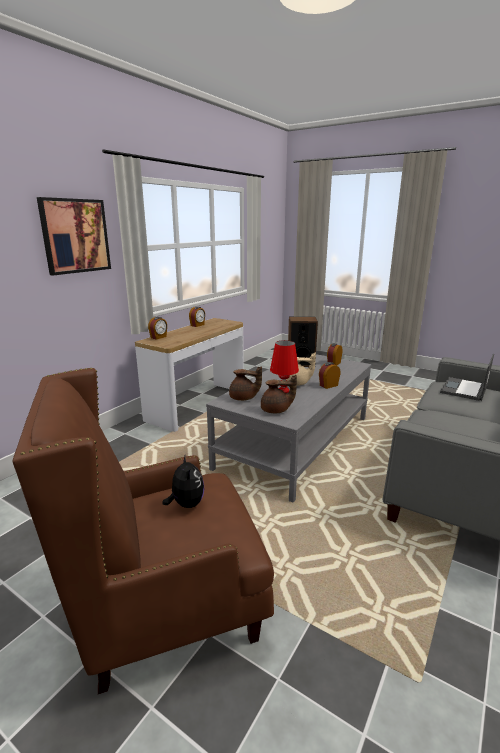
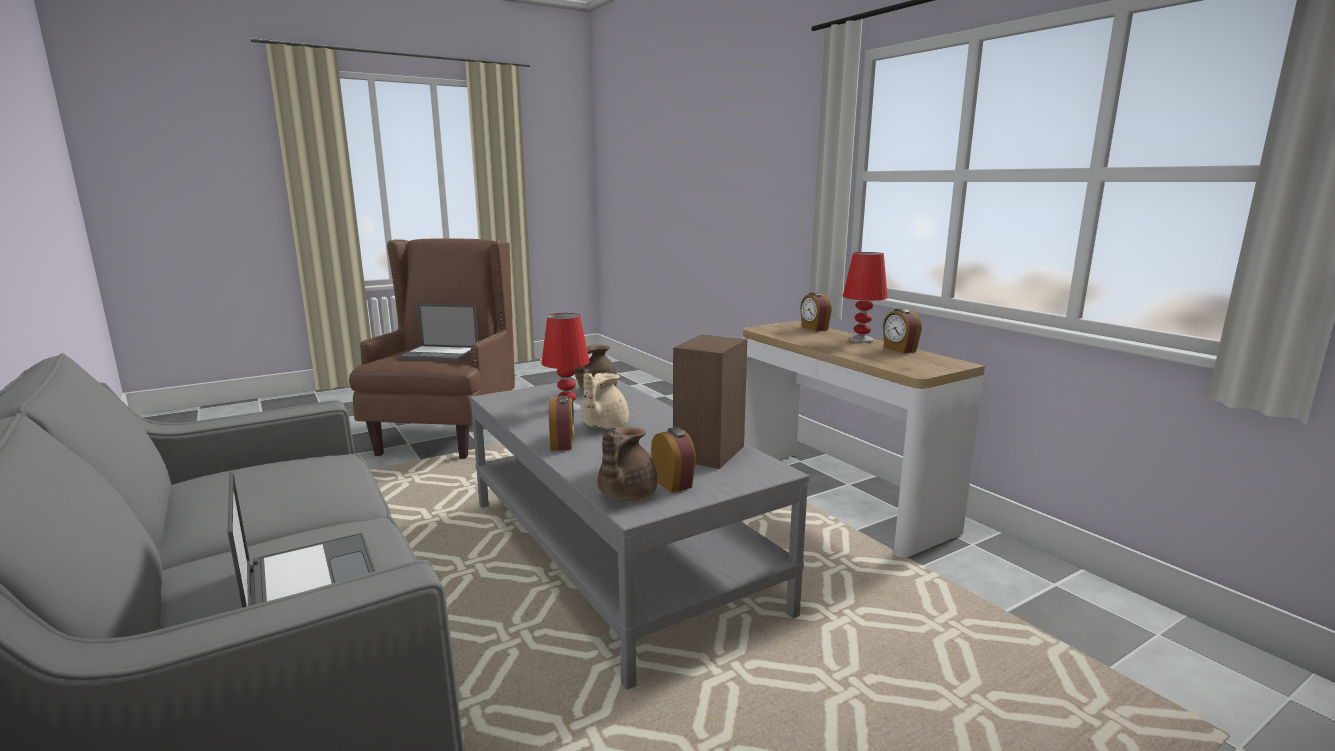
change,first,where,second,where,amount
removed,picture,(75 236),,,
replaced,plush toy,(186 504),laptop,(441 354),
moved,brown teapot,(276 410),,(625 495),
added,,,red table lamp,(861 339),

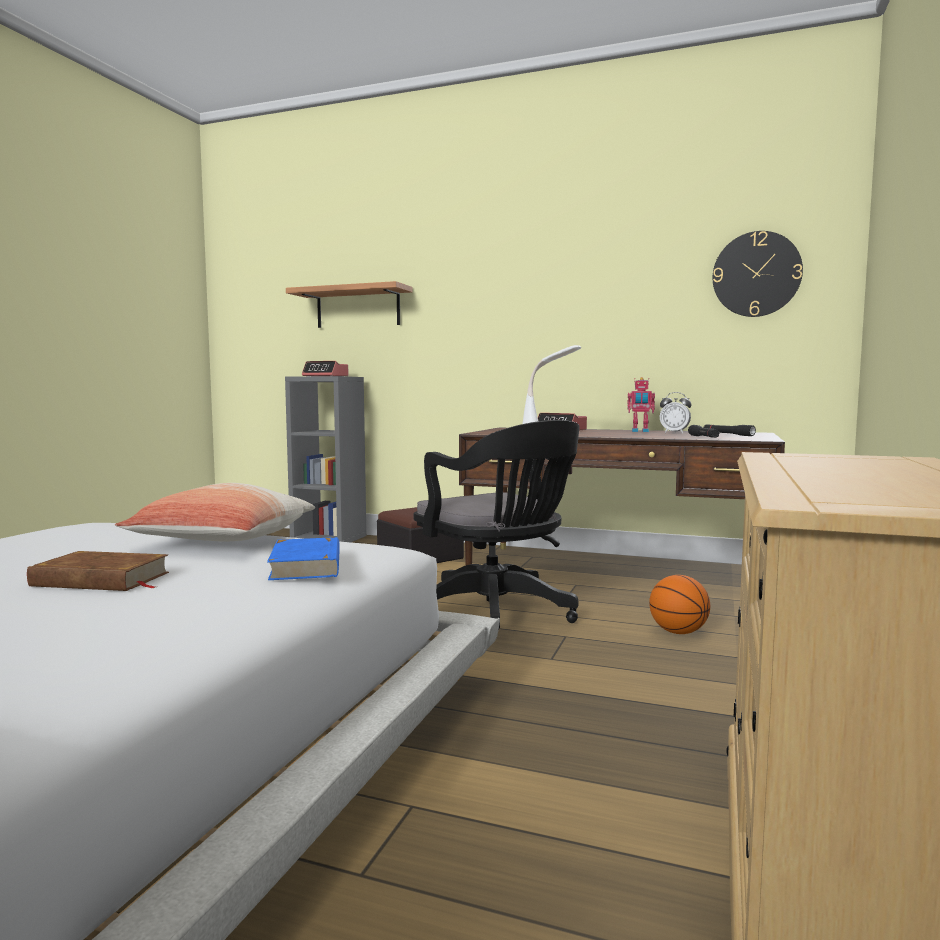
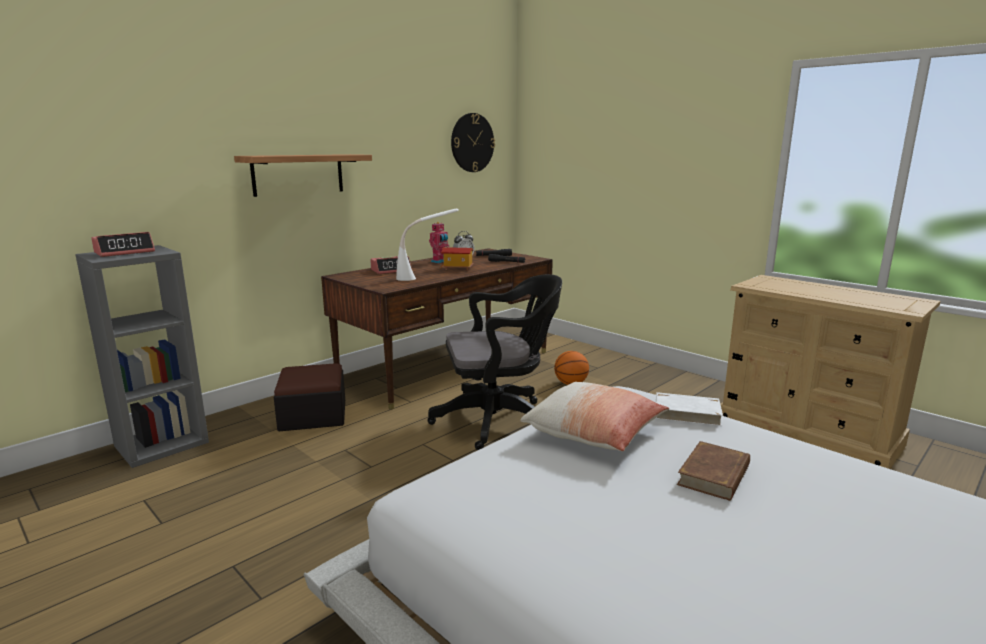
change,first,where,second,where,amount
recoloured,blue book,(307 565),white book,(686 413),
moved,shelf,(358 308),,(298 174),
added,,,toy house,(457 268),

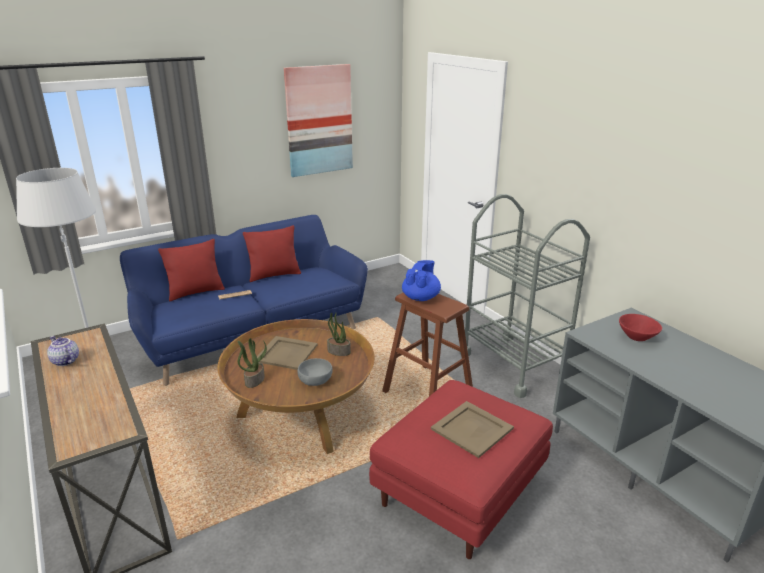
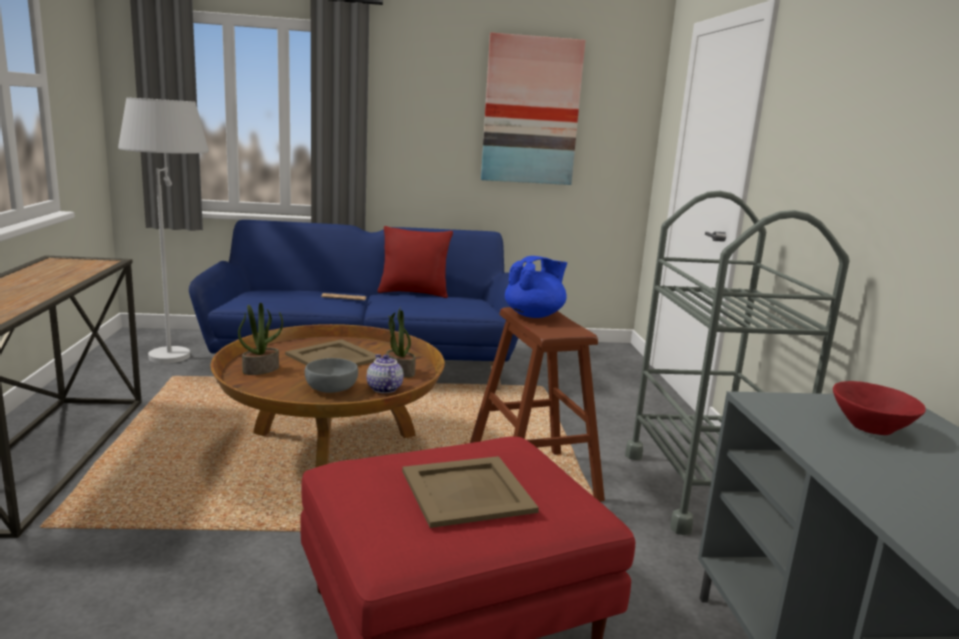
change,first,where,second,where,amount
moved,teapot,(64 361),,(383 389),
removed,red pillow,(196 292),,,

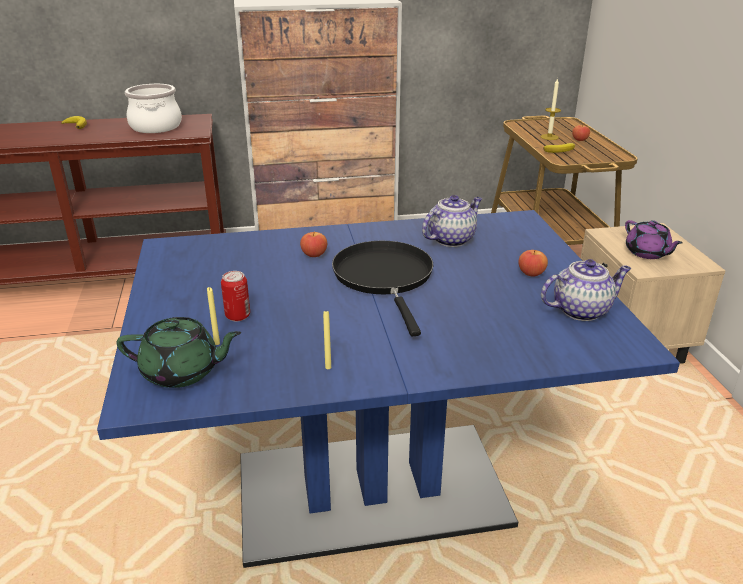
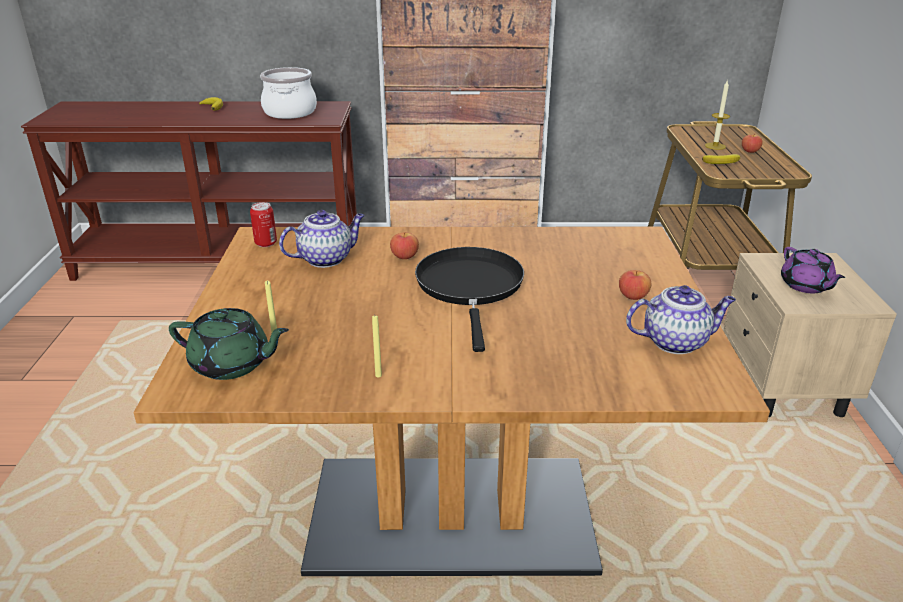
change,first,where,second,where,amount
recoloured,blue dining table,(371 492),brown dining table,(451 516),
moved,can,(238 316),,(266 243),
moved,teapot,(451 239),,(326 259),

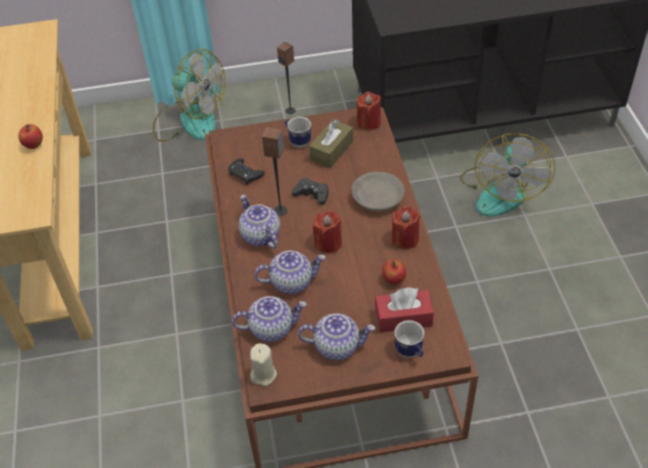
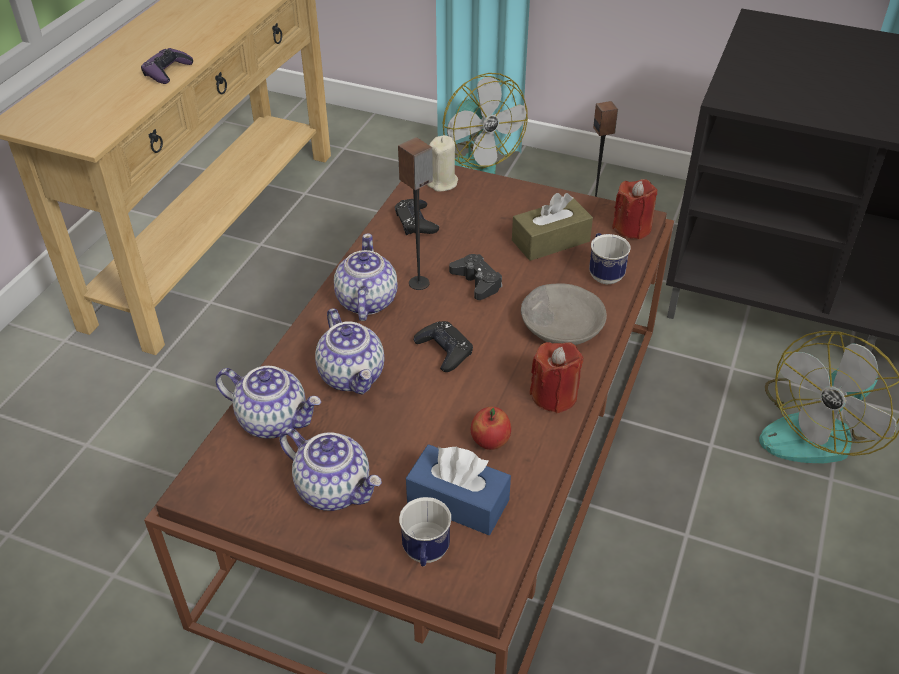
change,first,where,second,where,amount
replaced,apple,(34 145),purple game controller,(167 71),
moved,beige candle,(263 374),,(442 183),
turned,teapot,(292 281),,(353 375),45 degrees clockwise
moved,mug,(297 141),,(603 273),
replaced,red candle,(328 243),black game controller,(444 350),
recoloured,red tissue box,(403 318),blue tissue box,(458 501),

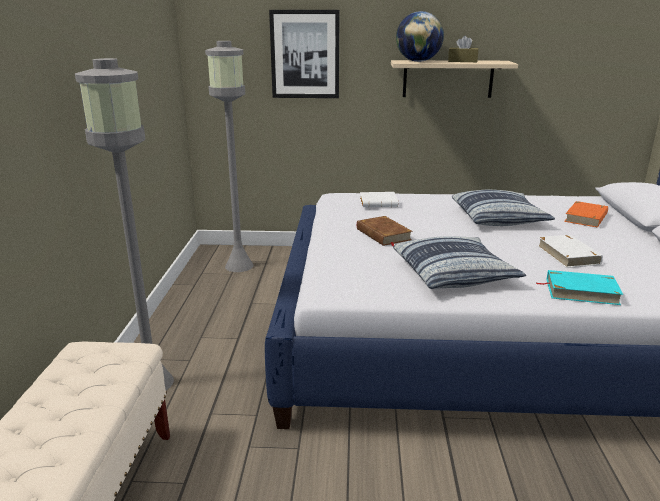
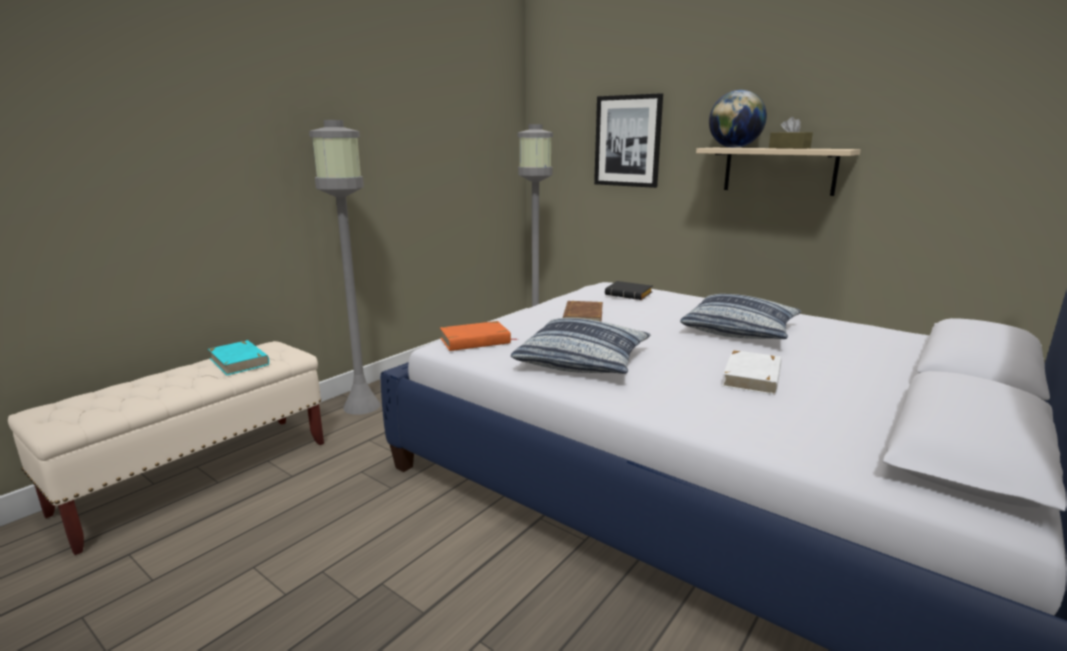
change,first,where,second,where,amount
recoloured,white book,(379 203),black book,(630 295),
moved,turquoise book,(581 291),,(239 361),
moved,orange book,(586 218),,(475 341),

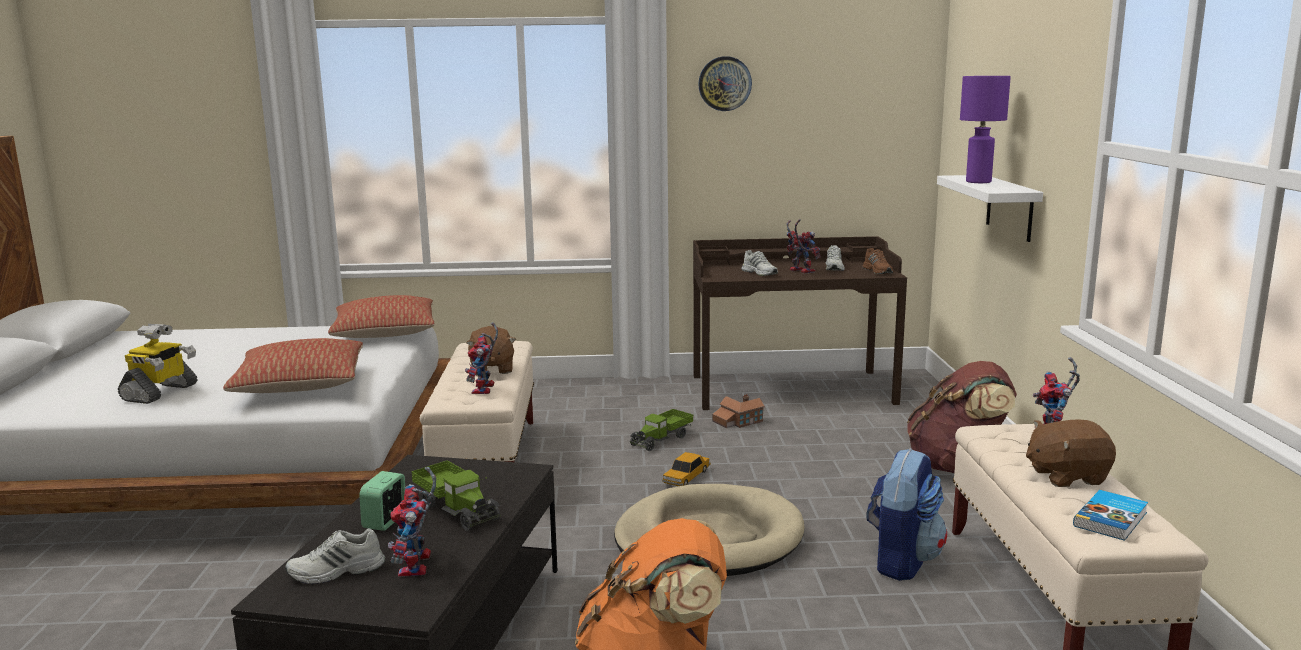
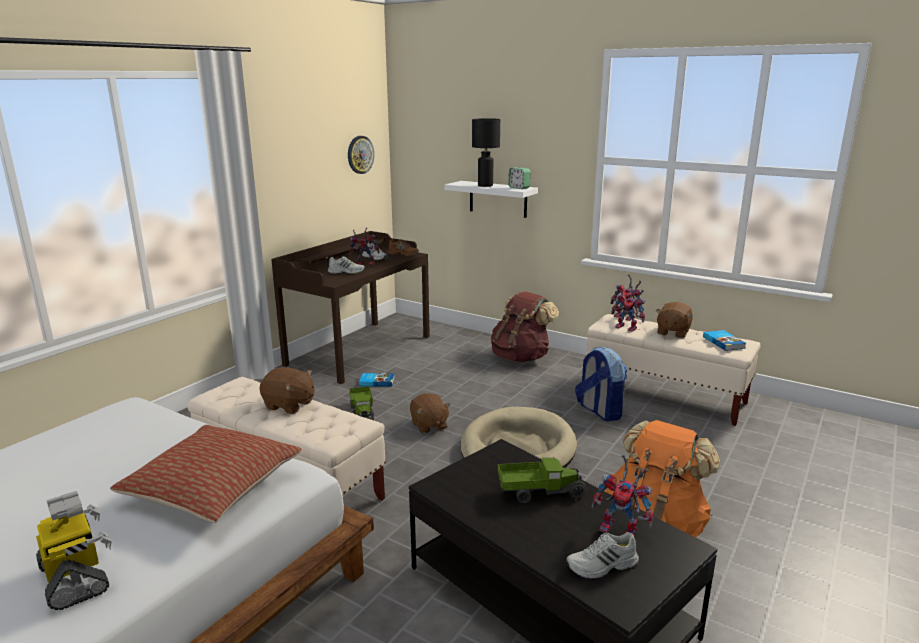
change,first,where,second,where,amount
turned,white shoe,(336 572),,(602 566),60 degrees clockwise
removed,pillow,(384 333),,,
moved,alarm clock,(385 521),,(519 188),
moved,toy robot,(485 390),,(628 328),
replaced,toy car,(686 477),brown plush toy,(429 425),
moved,wall clock,(724 83),,(360 154),
replaced,toy house,(737 421),book,(377 381),
recoloured,purple table lamp,(977 182),black table lamp,(485 185),

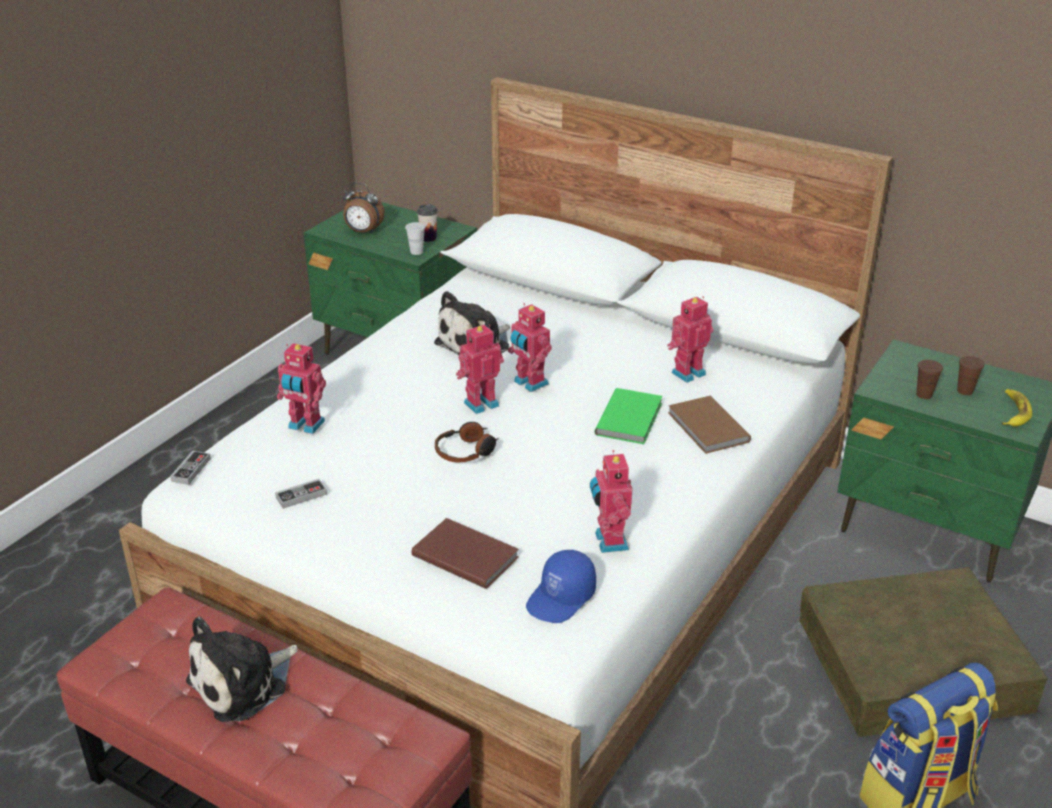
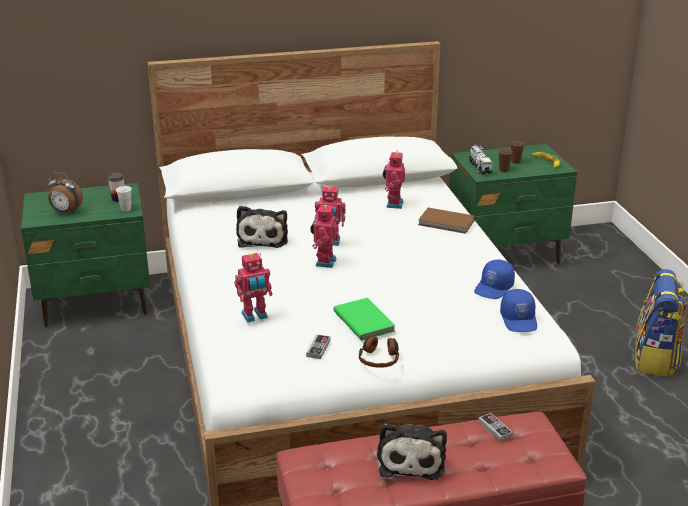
change,first,where,second,where,amount
moved,game controller,(191 470),,(495 429),
turned,alarm clock,(363 232),,(66 212),45 degrees clockwise
removed,brown book,(465 555),,,
moved,headphones,(466 451),,(379 358),
replaced,toy robot,(609 541),blue cap,(494 288),
moved,green book,(631 418),,(365 320),
removed,brown storage box,(913 664),,,
added,,,toy truck,(479 167),

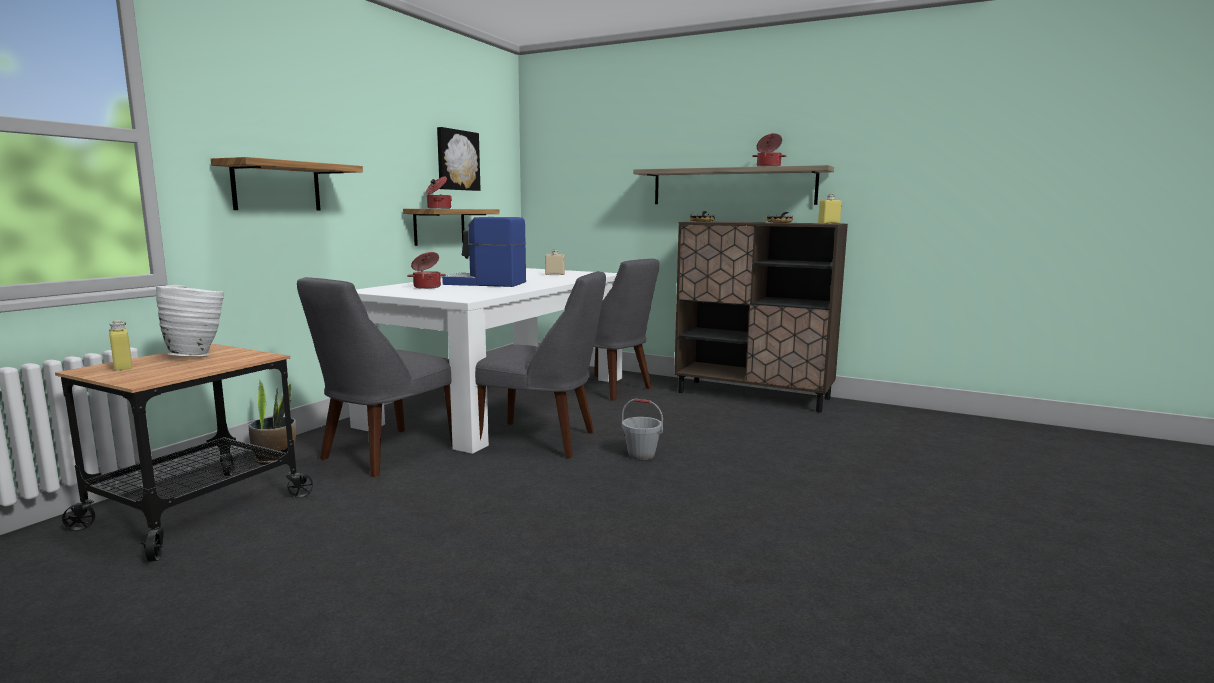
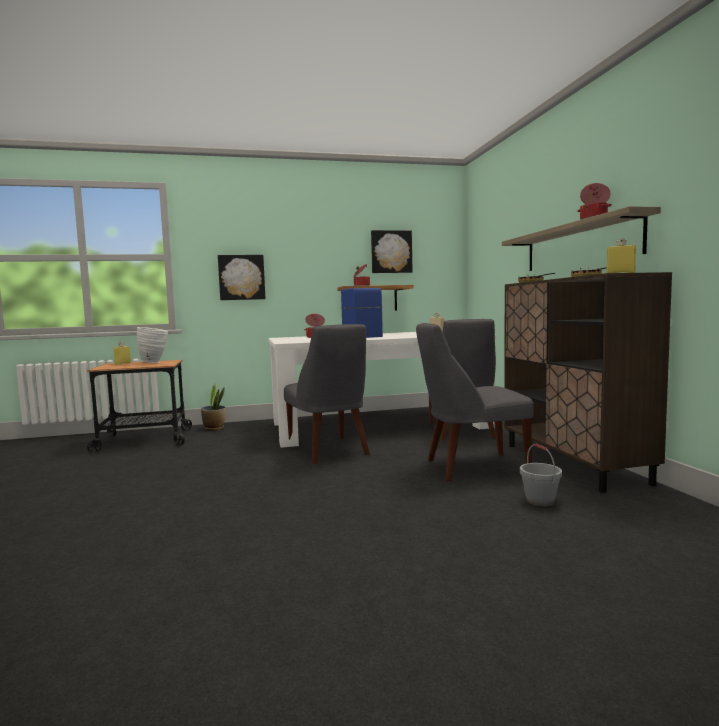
change,first,where,second,where,amount
replaced,shelf,(277 186),picture,(241 277),
moved,grey chair,(384 454),,(471 467),
moved,grey bucket,(641 455),,(540 501),

